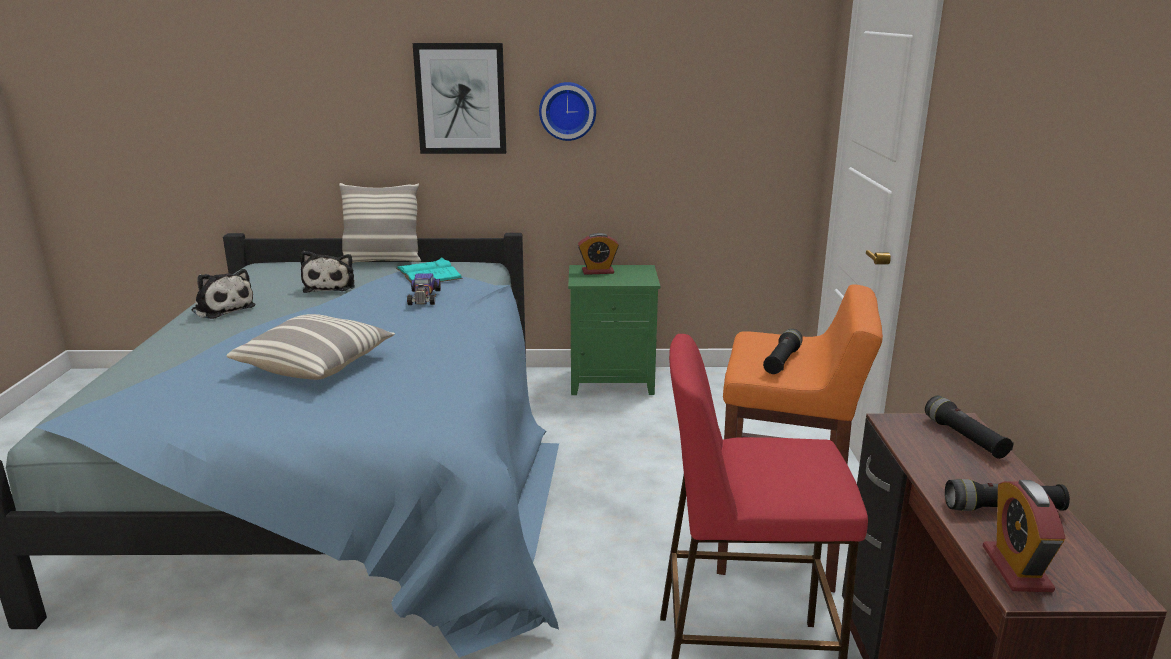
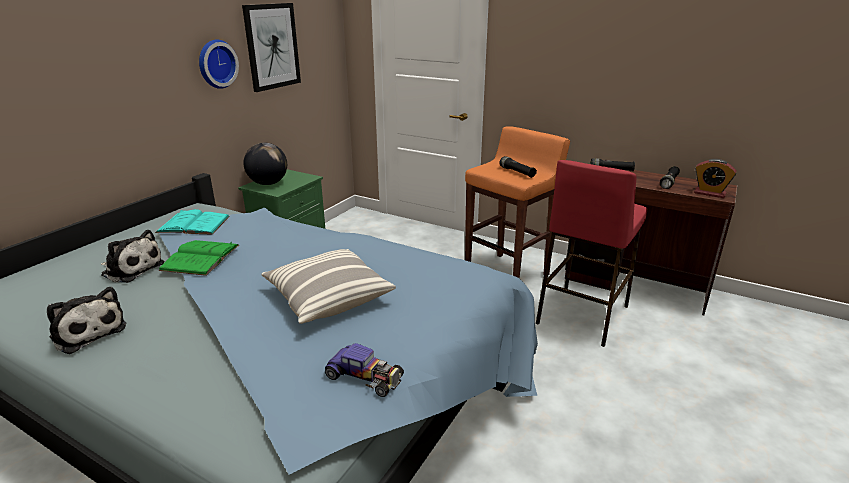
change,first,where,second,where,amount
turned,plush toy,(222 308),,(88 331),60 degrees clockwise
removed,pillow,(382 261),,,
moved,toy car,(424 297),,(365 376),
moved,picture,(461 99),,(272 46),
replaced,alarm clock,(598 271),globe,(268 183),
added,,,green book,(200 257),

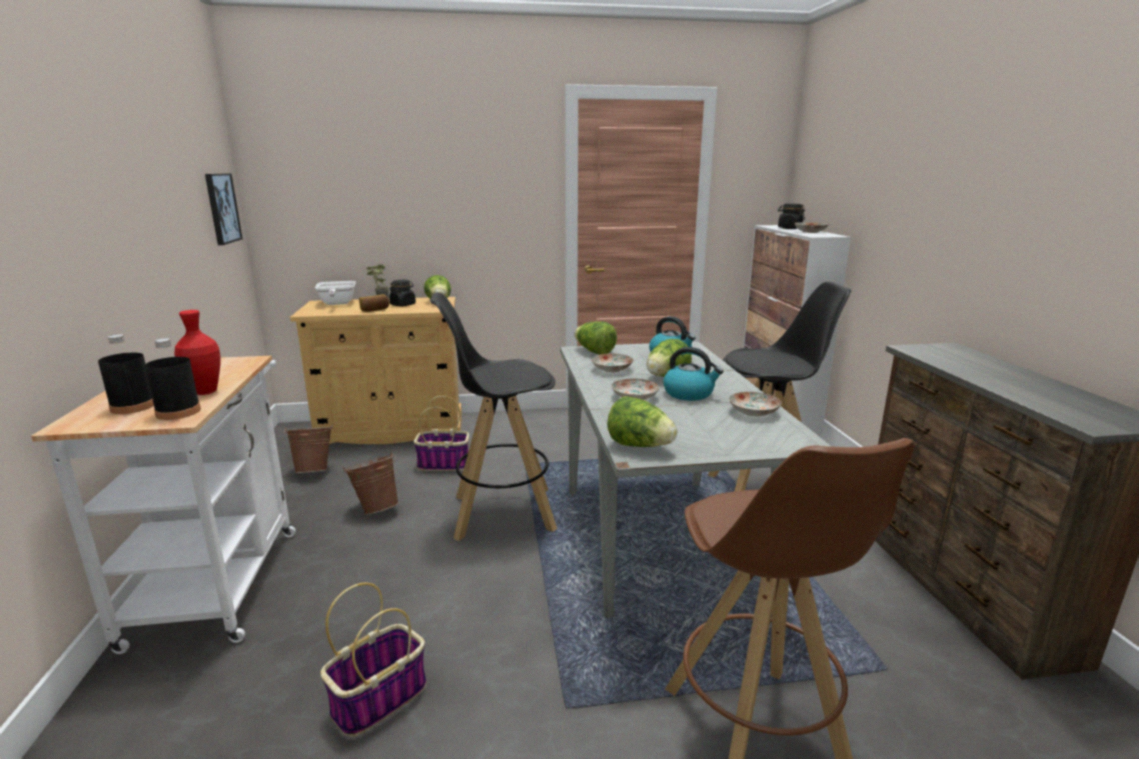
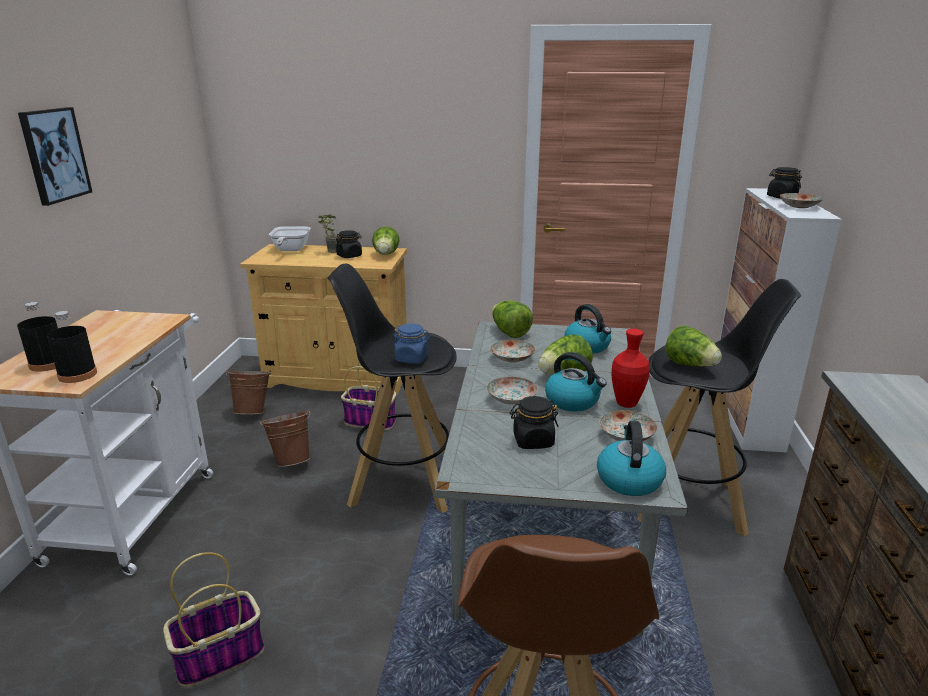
change,first,where,second,where,amount
moved,red vase,(205 392),,(626 403),
moved,picture,(222 208),,(54 155),
removed,bread,(375 310),,,
moved,lettuce,(640 446),,(690 365),
added,,,blue jar,(412 359),
added,,,black jar,(533 441),
added,,,kettle,(628 479),

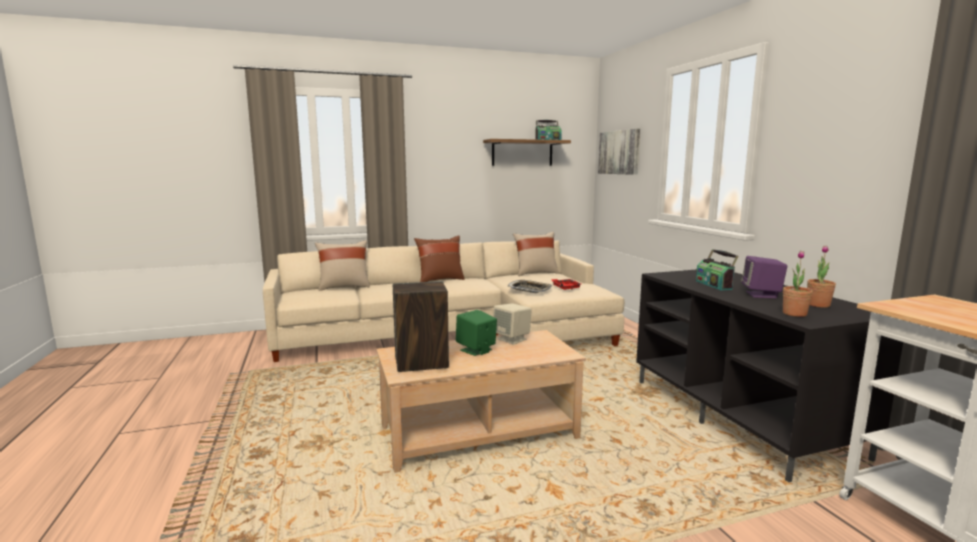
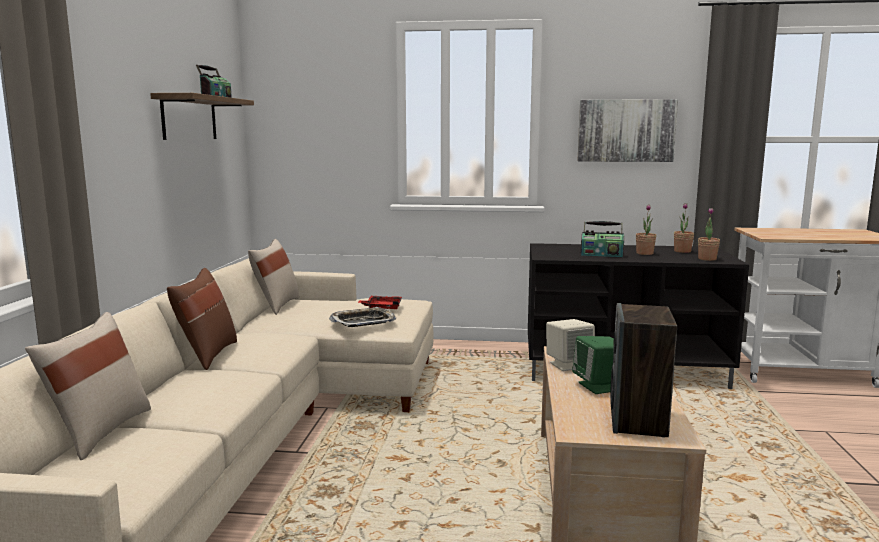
change,first,where,second,where,amount
moved,picture,(619 152),,(626 130),
replaced,purple speaker,(761 295),potted plant,(644 253),

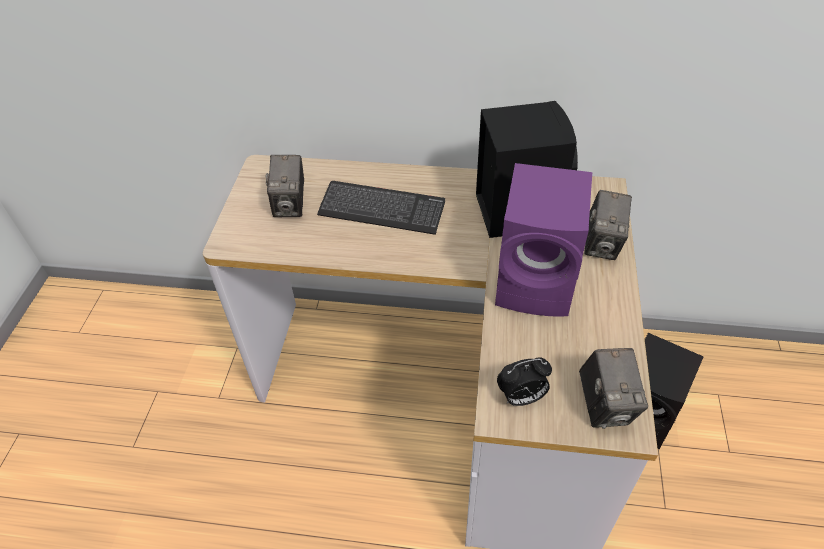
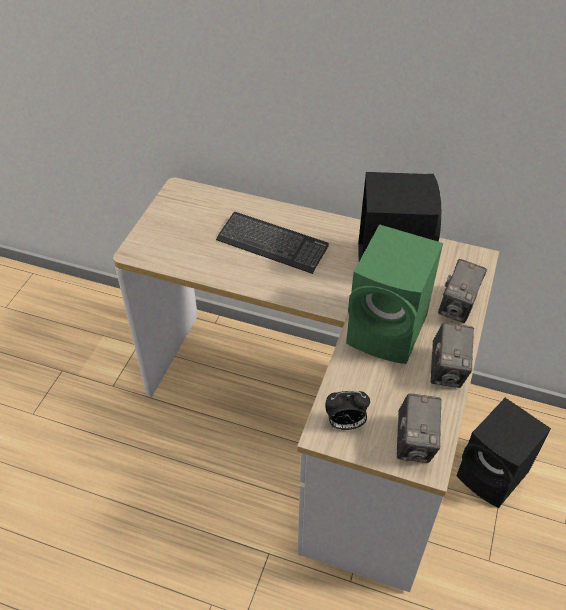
change,first,where,second,where,amount
moved,photo camera,(290 205),,(447 371),
recoloured,purple speaker,(538 283),green speaker,(389 331),

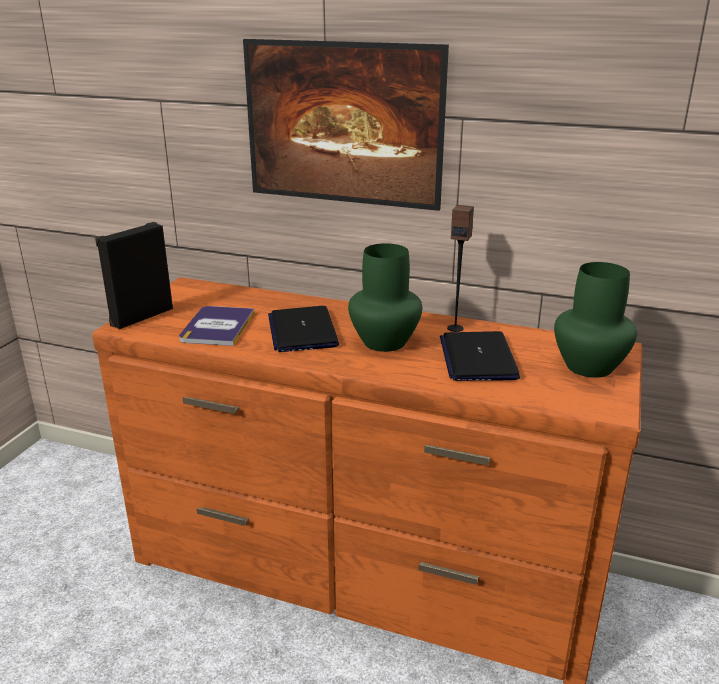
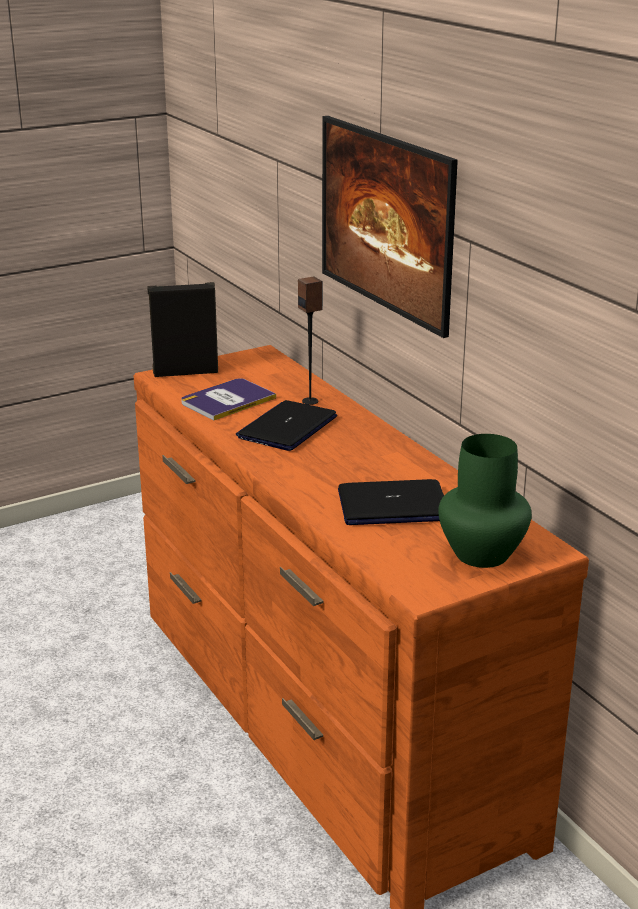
change,first,where,second,where,amount
removed,green vase,(383 342),,,
turned,laptop,(477 358),,(392 506),135 degrees counterclockwise
moved,speaker,(455 328),,(310 401),

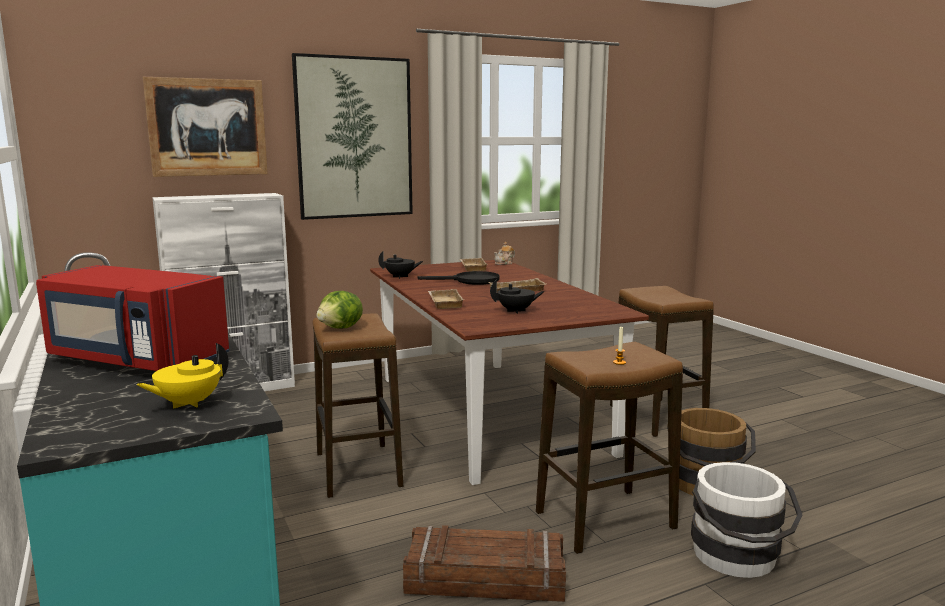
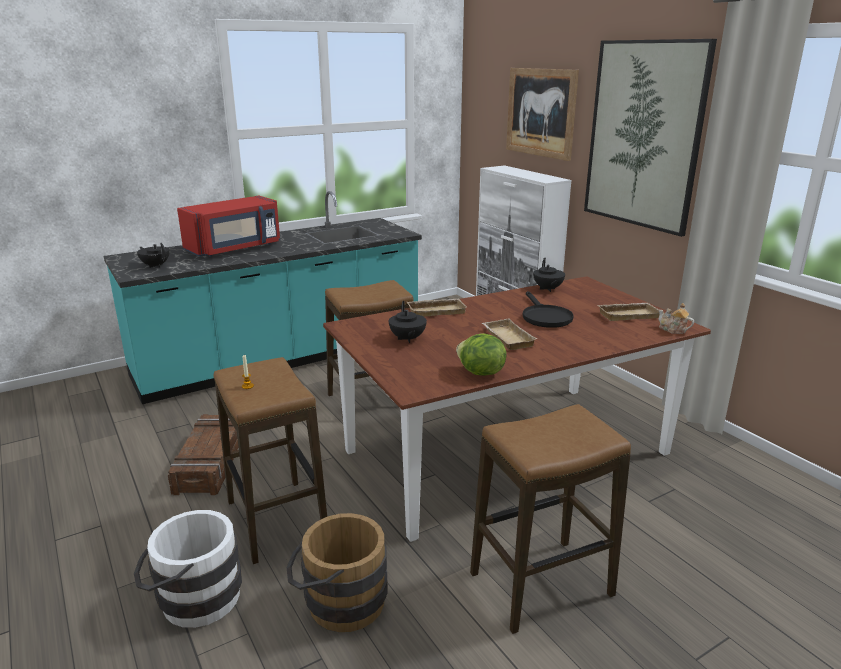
change,first,where,second,where,amount
turned,red microwave,(135 359),,(235 248),150 degrees counterclockwise
recoloured,yellow teapot,(188 403),black teapot,(155 265),
moved,lettuce,(341 328),,(480 373),

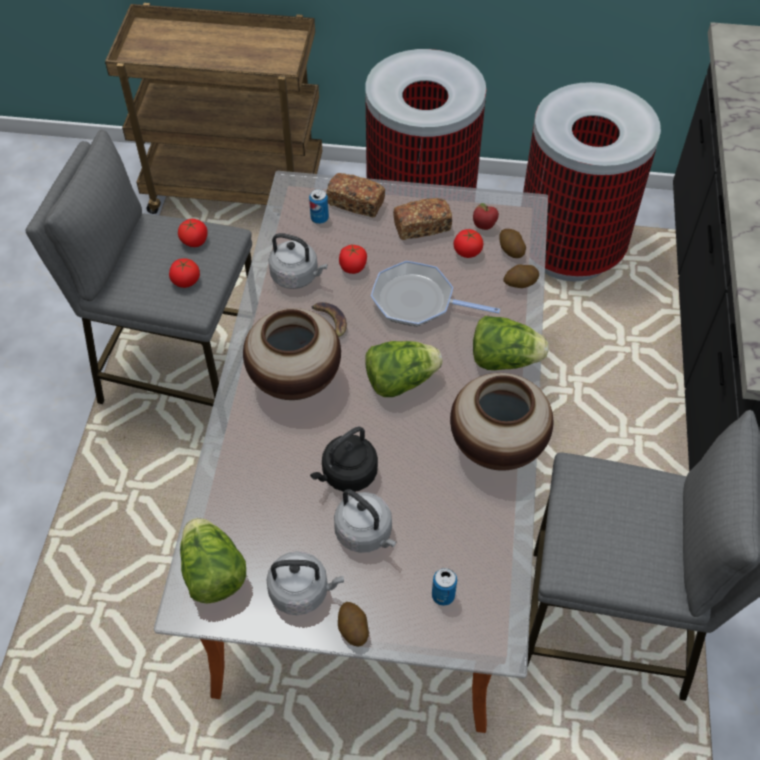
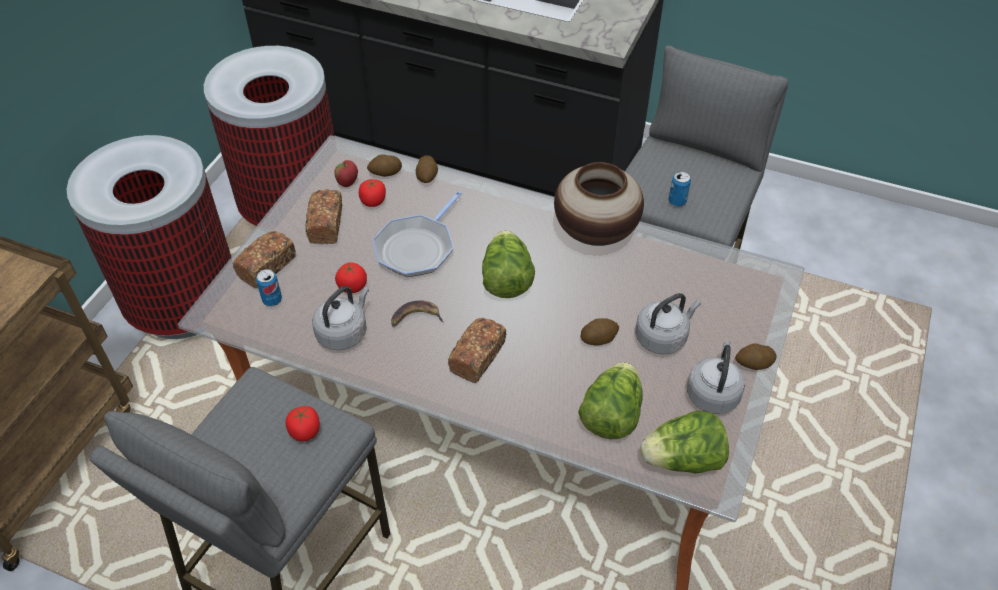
change,first,where,second,where,amount
removed,tomato,(194 241),,,
replaced,vase,(295 380),bread,(477 357),
replaced,black kettle,(347 475),potato,(598 338),
moved,can,(443 595),,(677 201),
moved,lettuce,(504 359),,(611 415),

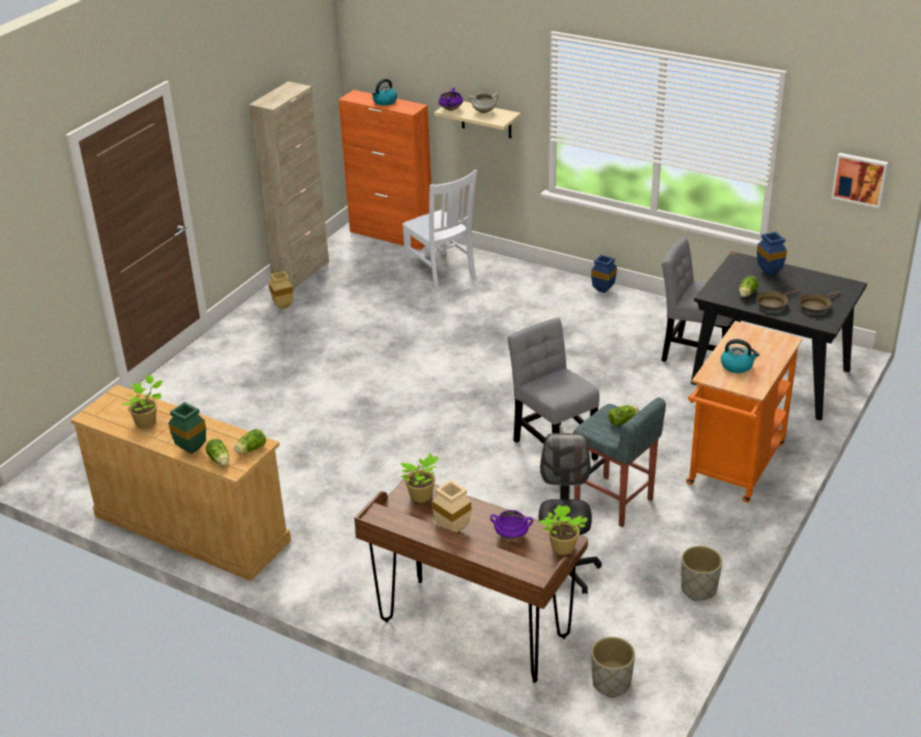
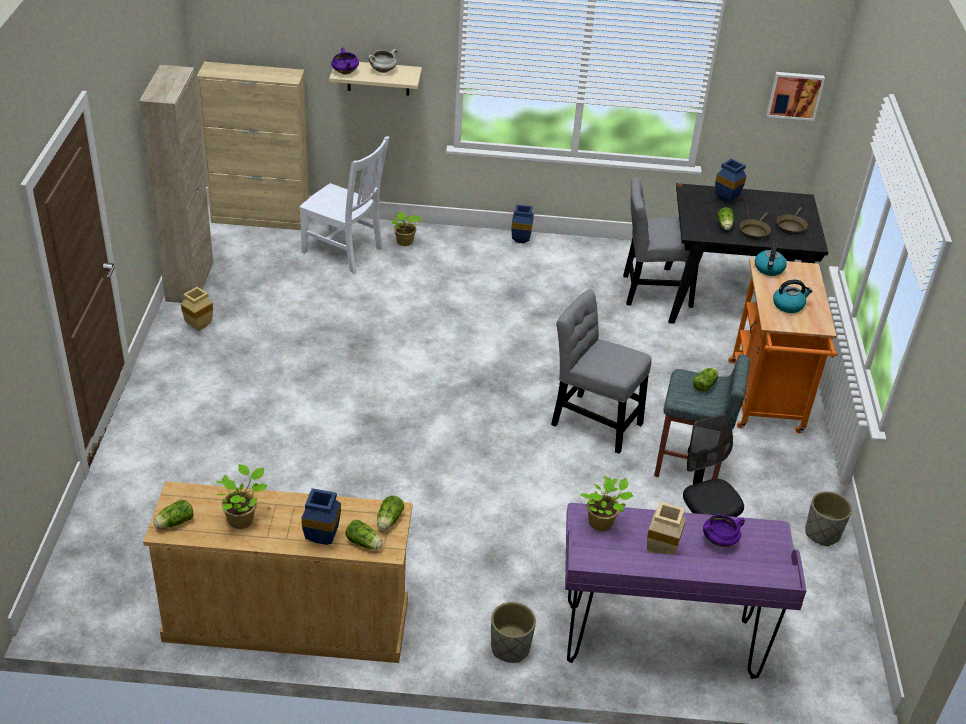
change,first,where,second,where,amount
recoloured,green vase,(193 449),blue vase,(324 539),
recoloured,orange cabinet,(392 235),beige cabinet,(261 218),
recoloured,brown desk,(474 630),purple desk,(660 642),
moved,kettle,(384 102),,(769 269),
moved,potted plant,(562 548),,(404 242),
moved,grey planter,(611 683),,(510 647),
added,,,lettuce,(173 523),

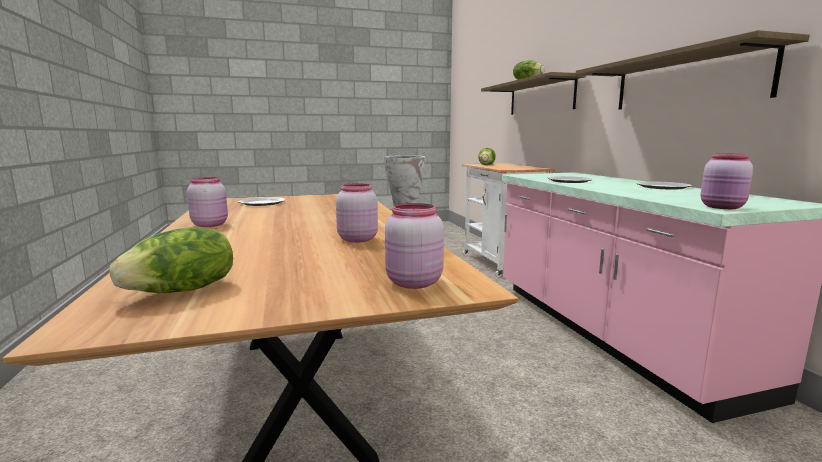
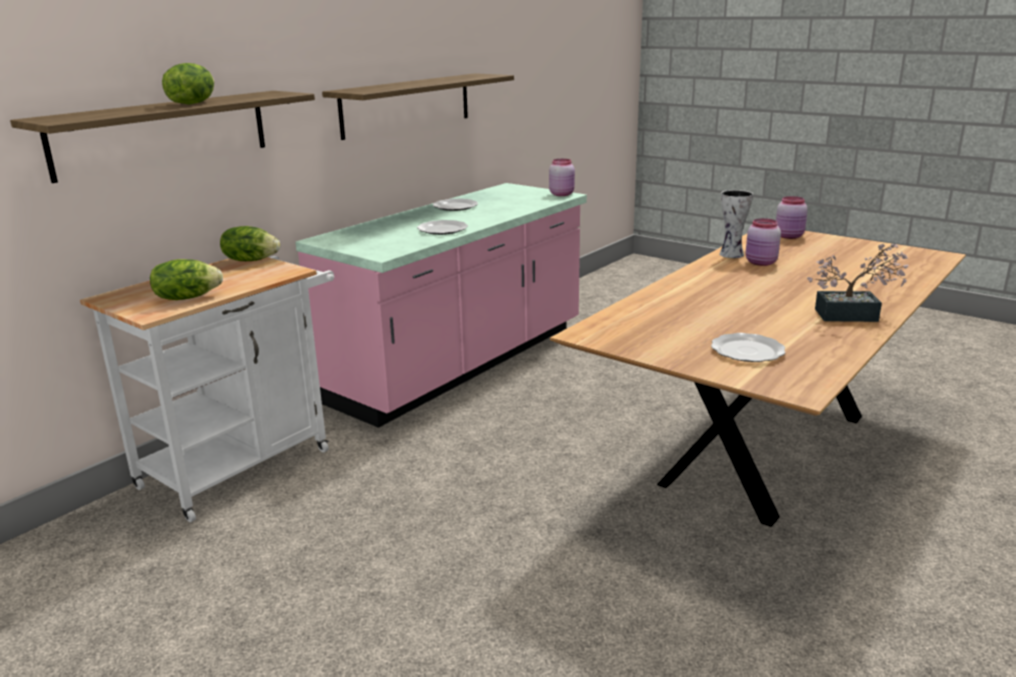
change,first,where,second,where,amount
moved,lettuce,(183 290),,(251 260),
replaced,pink jar,(210 224),potted plant,(854 315),

